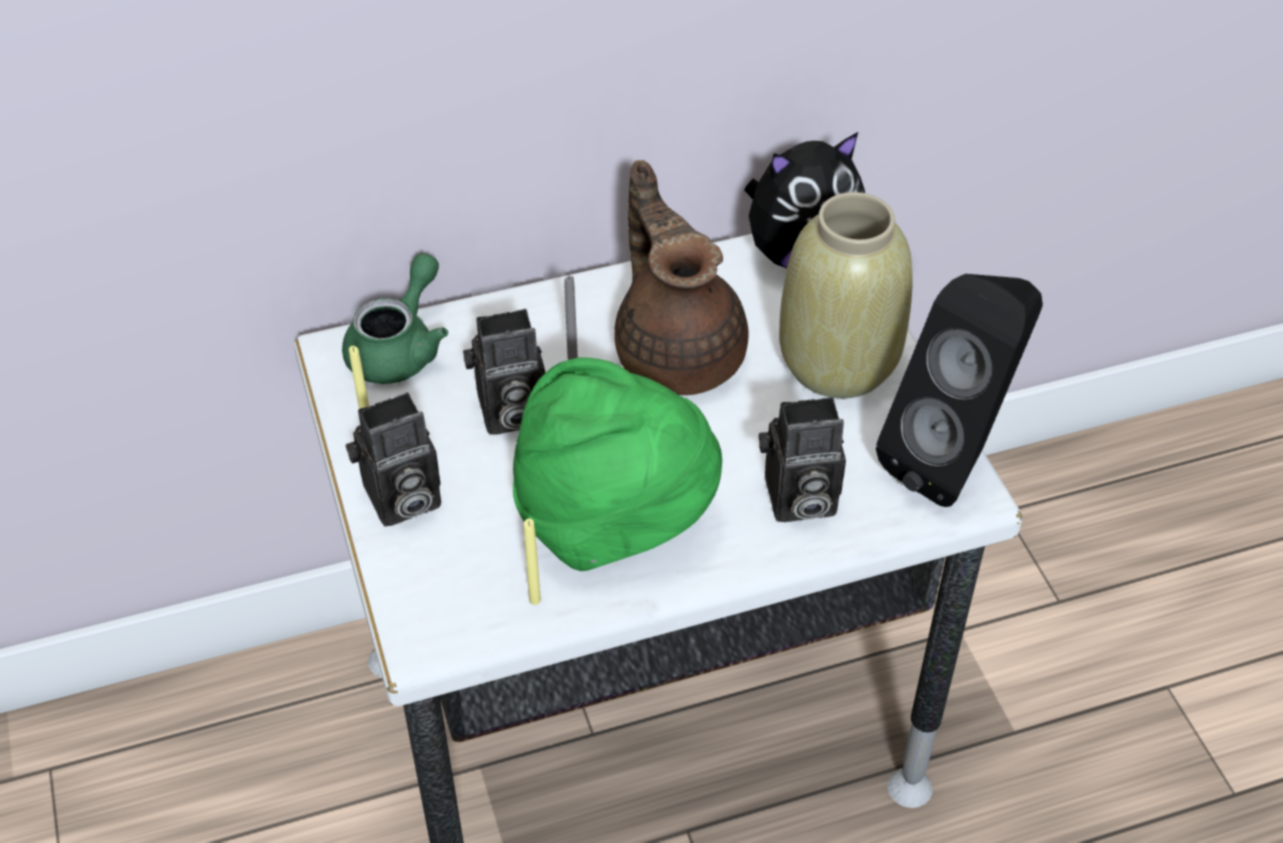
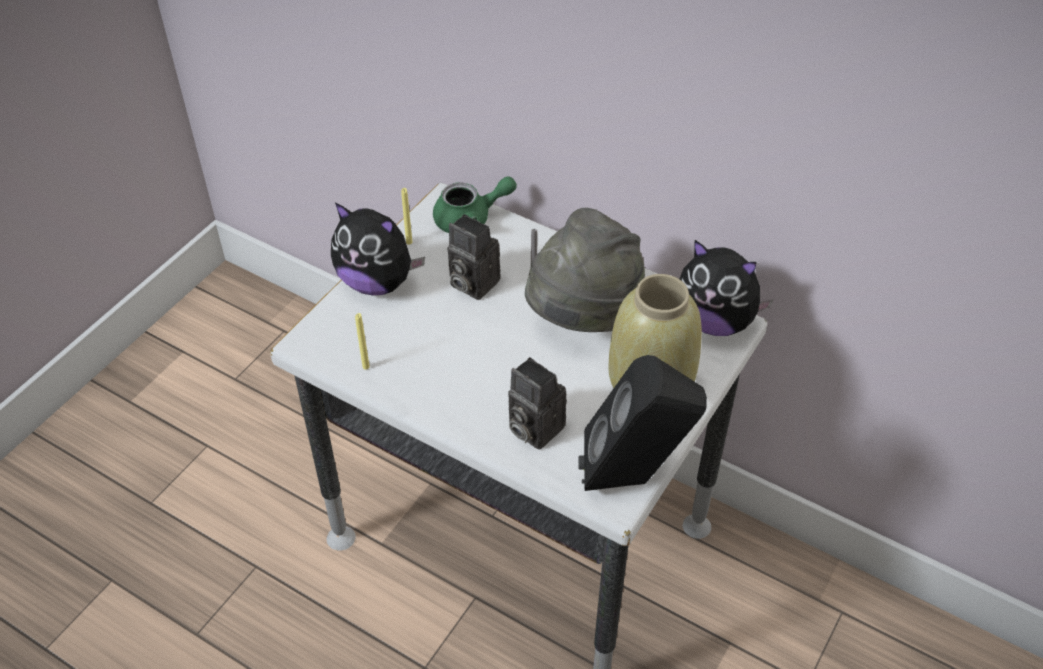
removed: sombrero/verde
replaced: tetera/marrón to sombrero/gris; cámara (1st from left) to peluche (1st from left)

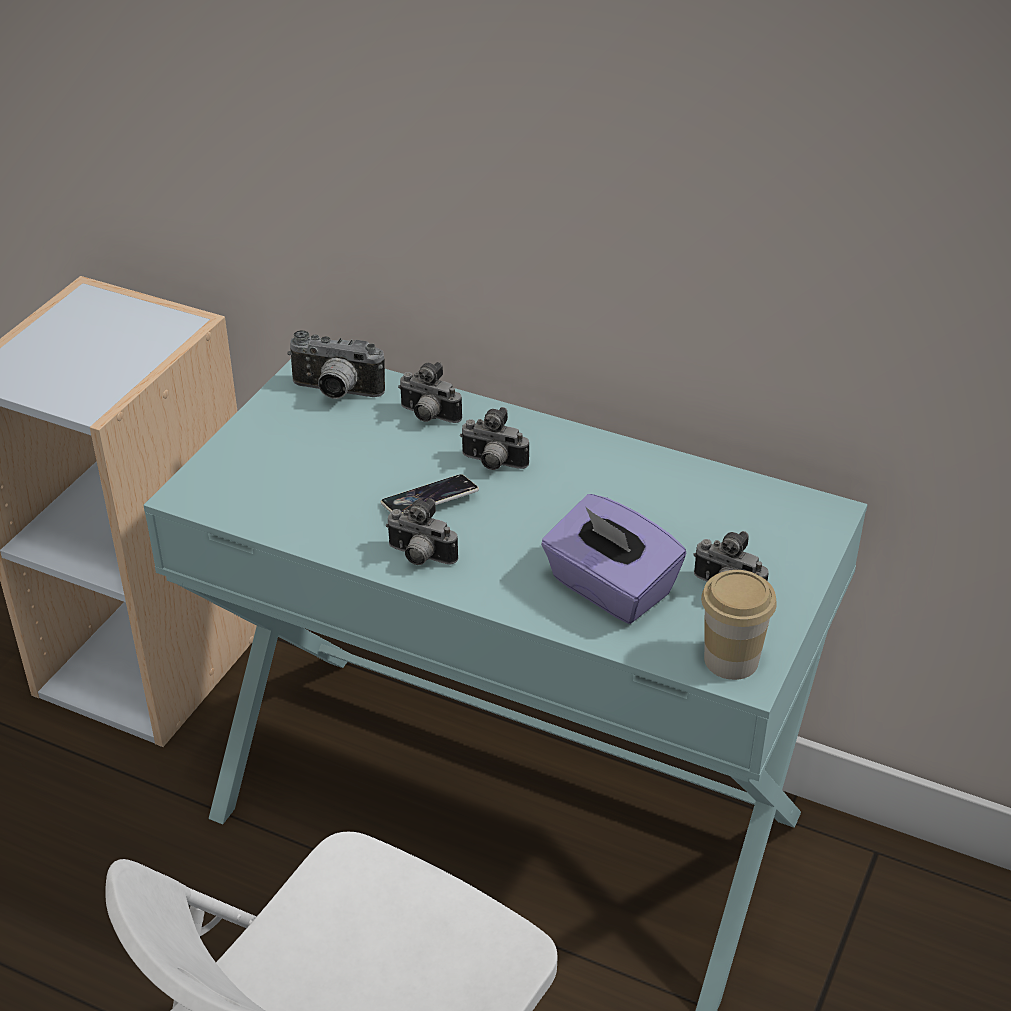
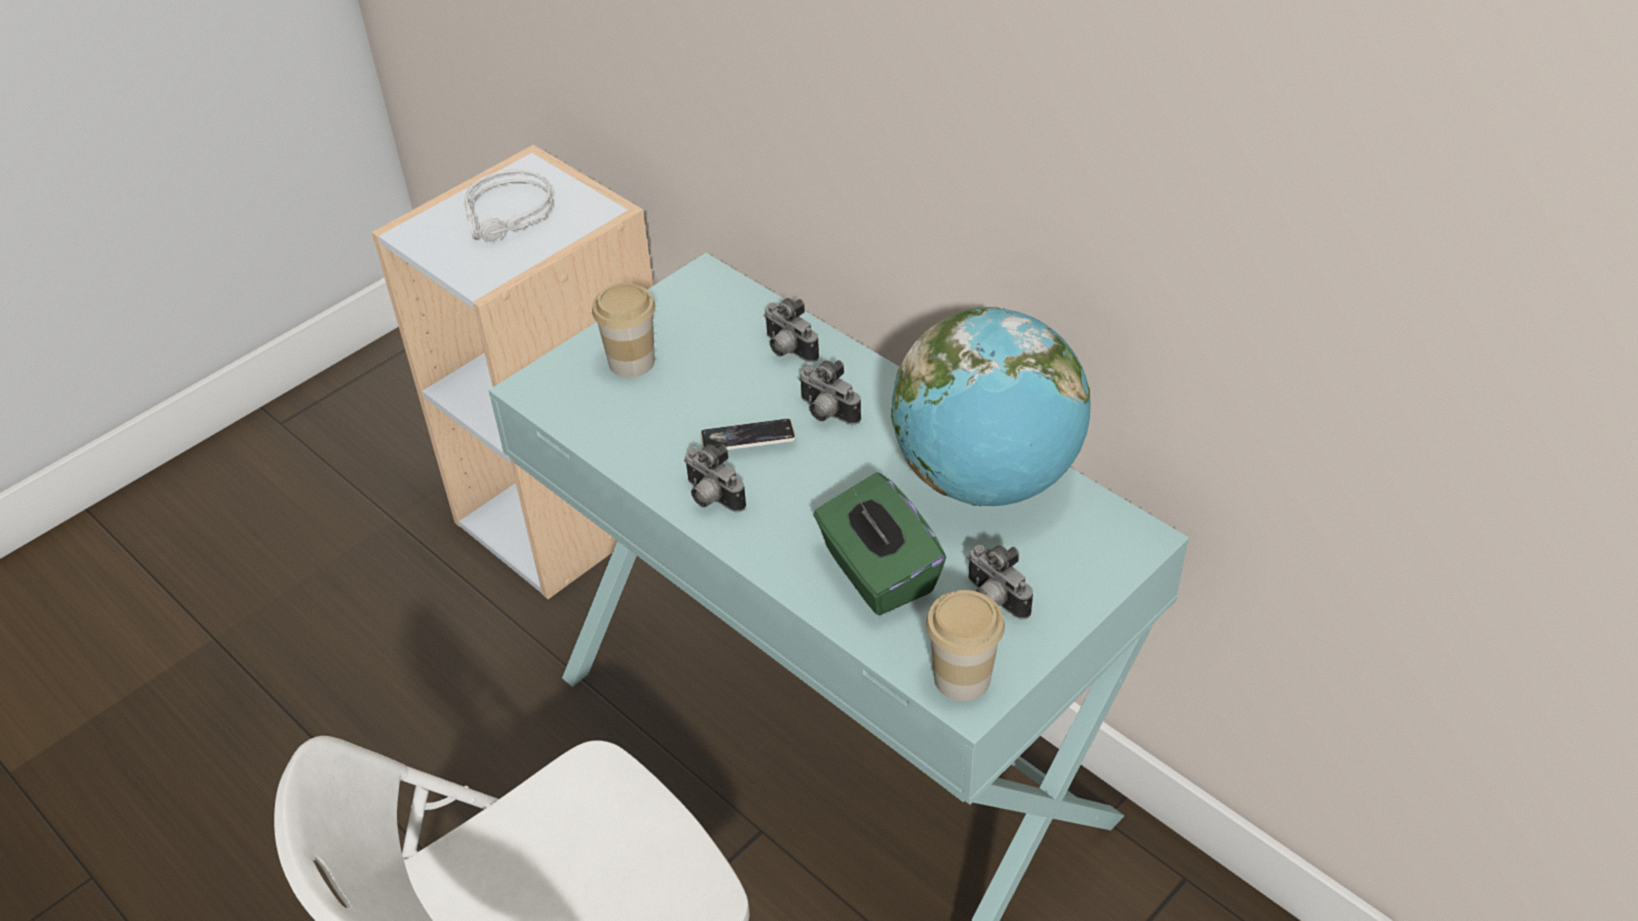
removed: cámara (1st from left)
added: auriculares/gris; taza (1st from left); globo terráqueo
recoloured: caja de pañuelos/morado to caja de pañuelos/verde

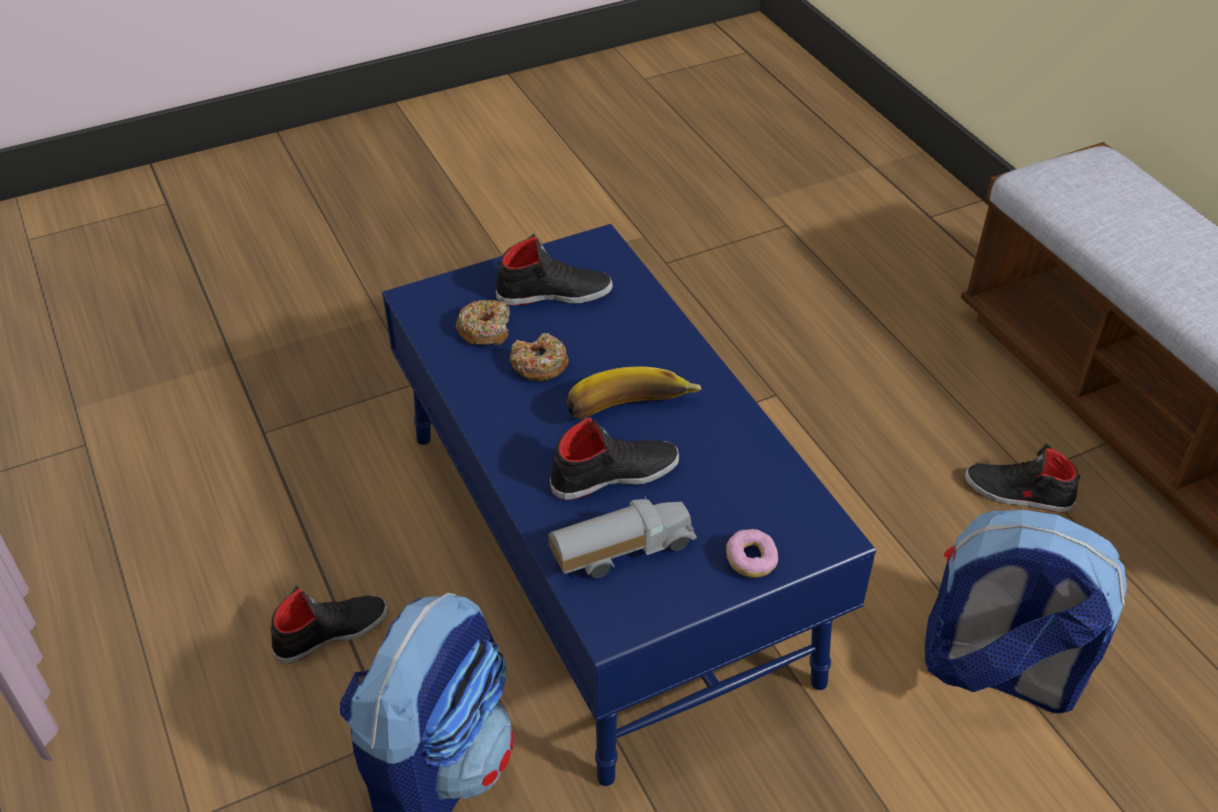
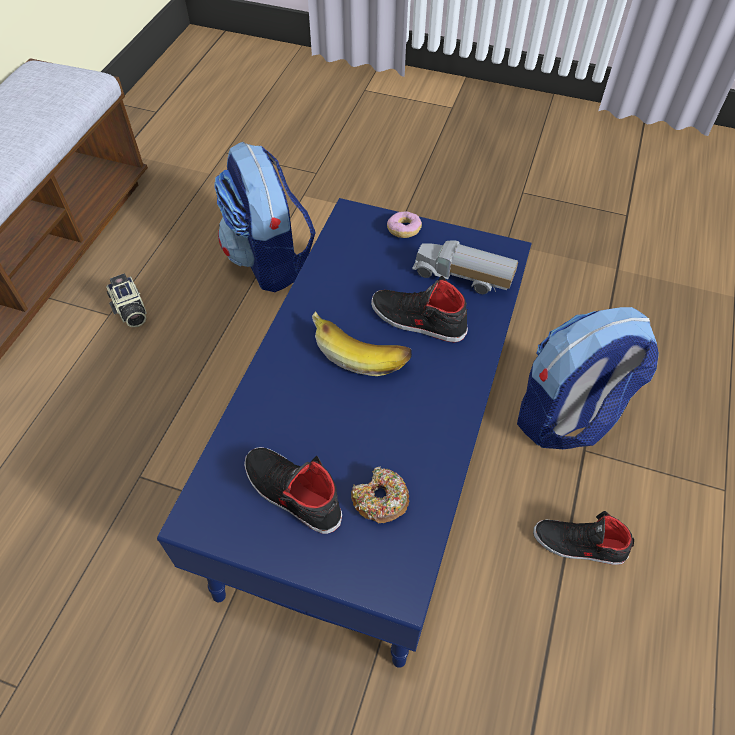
removed: rosquilla (2nd from left)
replaced: zapato/negro (4th from left) to cámara

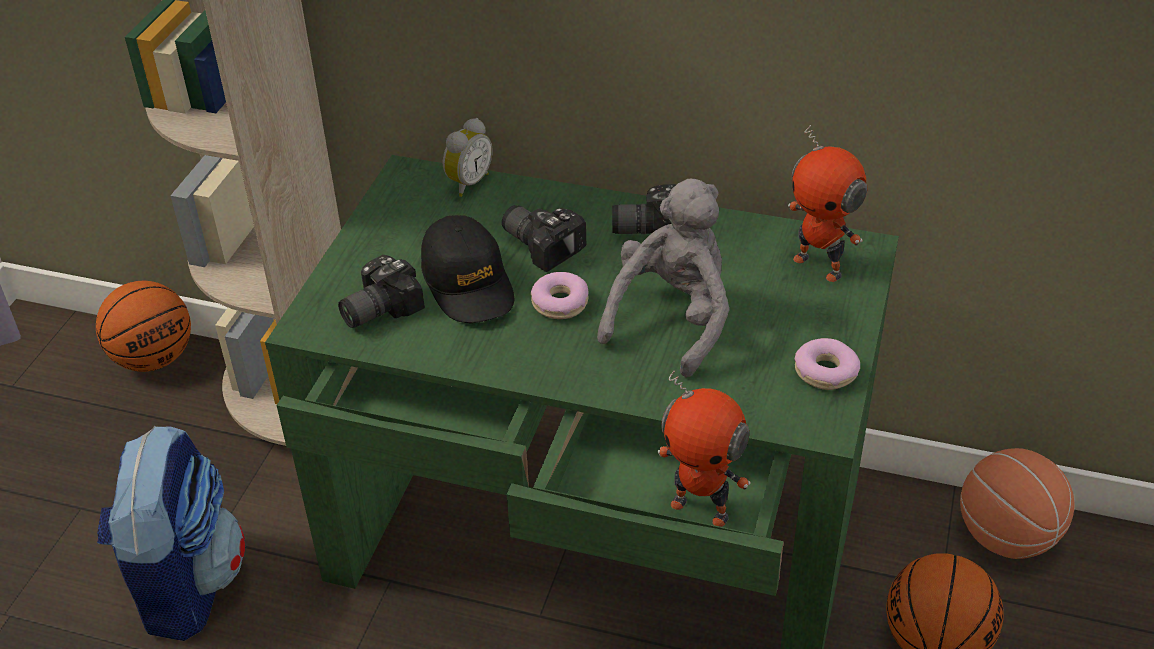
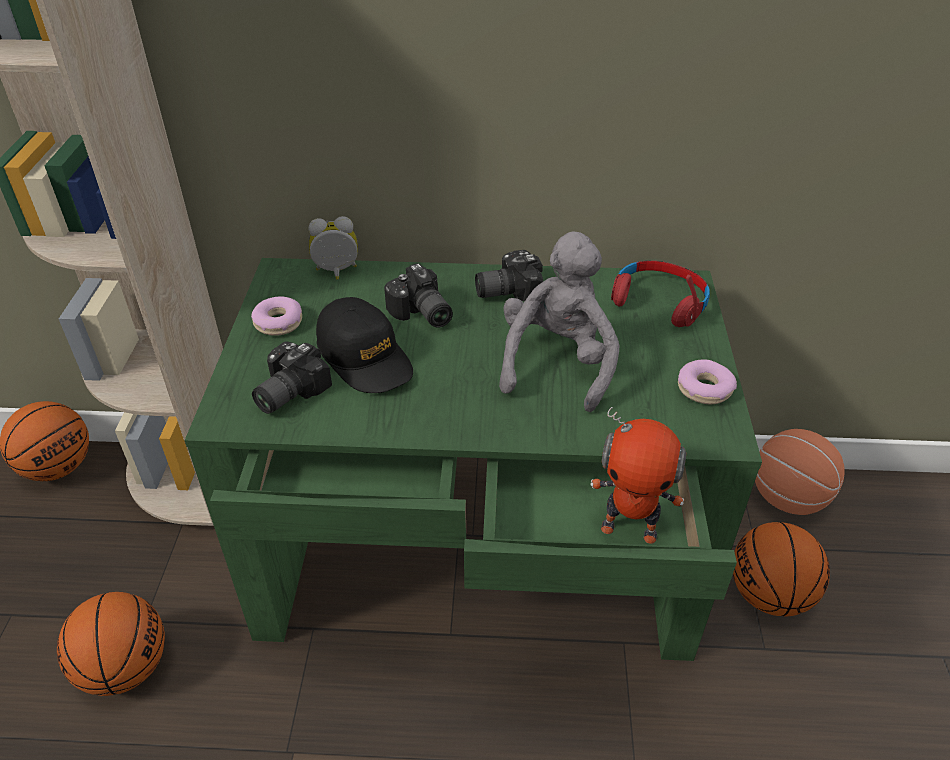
moved: rosquilla (1st from left)
replaced: robot de juguete (2nd from left) to auriculares/rojo; mochila to balón de baloncesto (2nd from left)
turned: despertador 120 degrees counterclockwise; cámara (2nd from left) 150 degrees counterclockwise

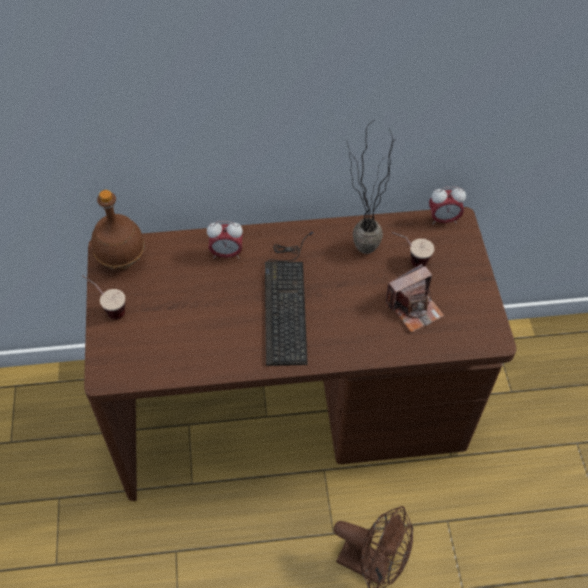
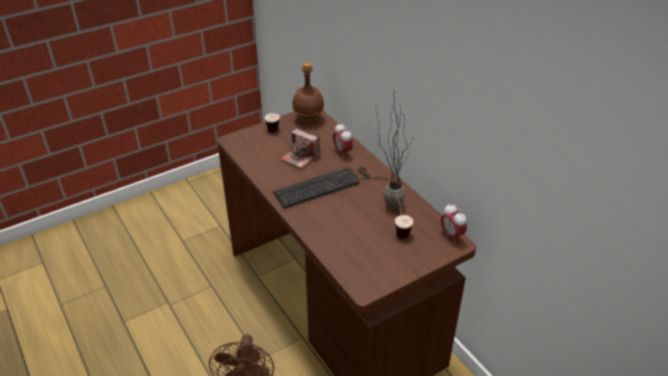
moved: cámara

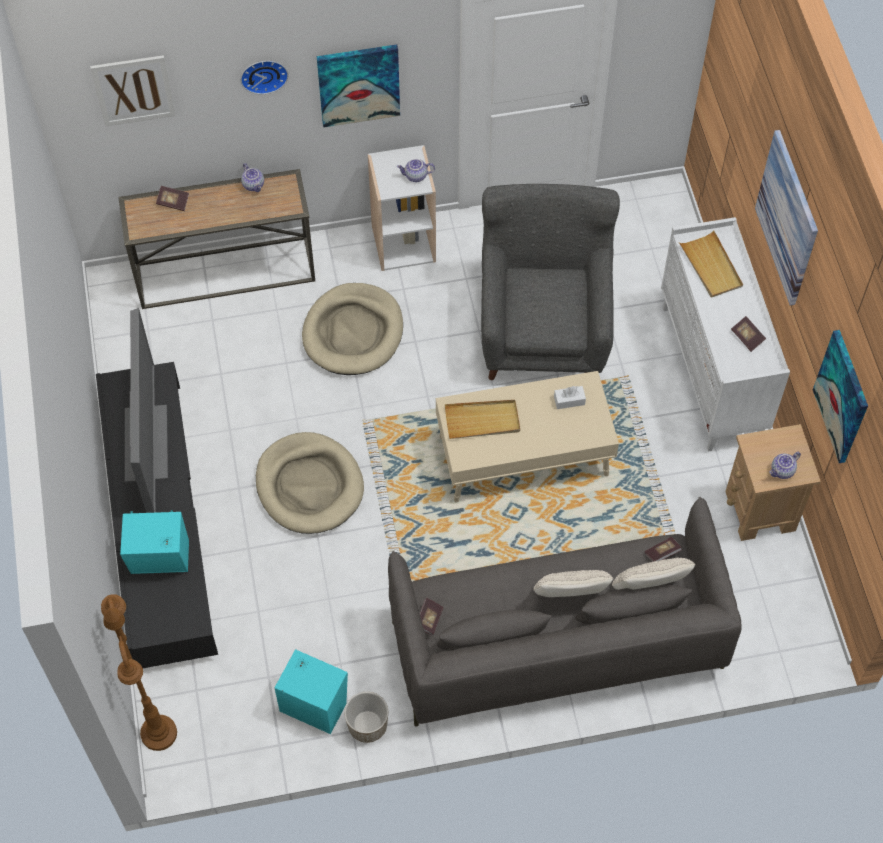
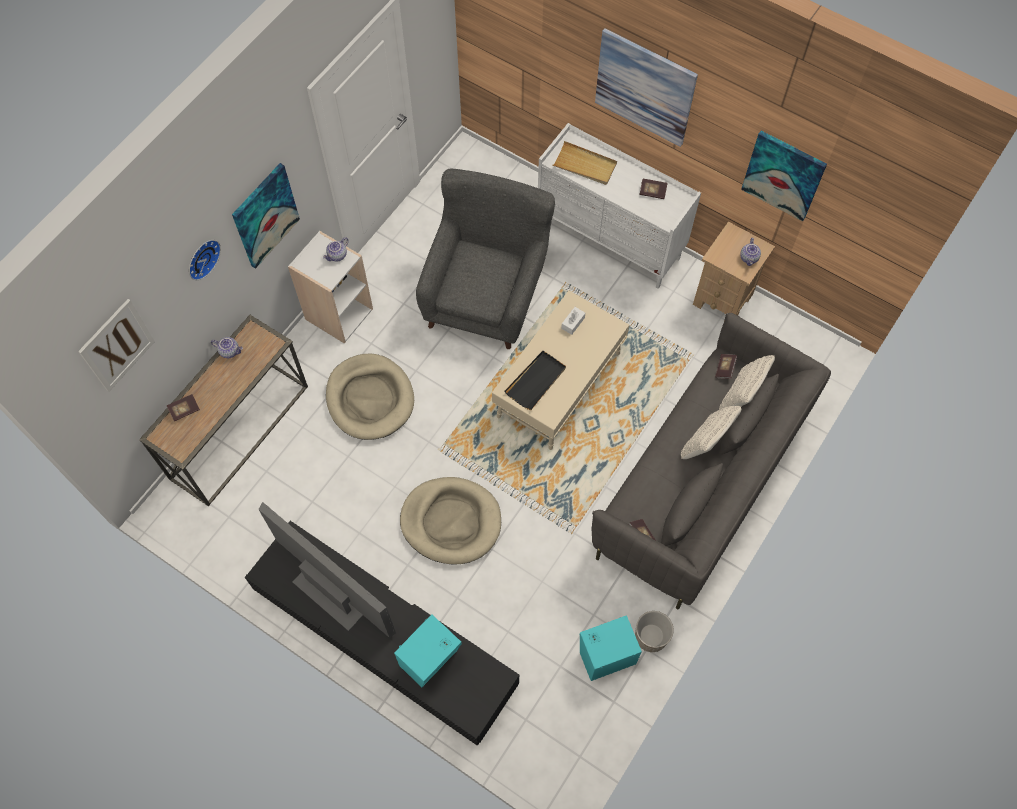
removed: lámpara de pie/marrón
recoloured: bandeja/beis (1st from left) to bandeja/negro
turned: sillón/gris 60 degrees clockwise

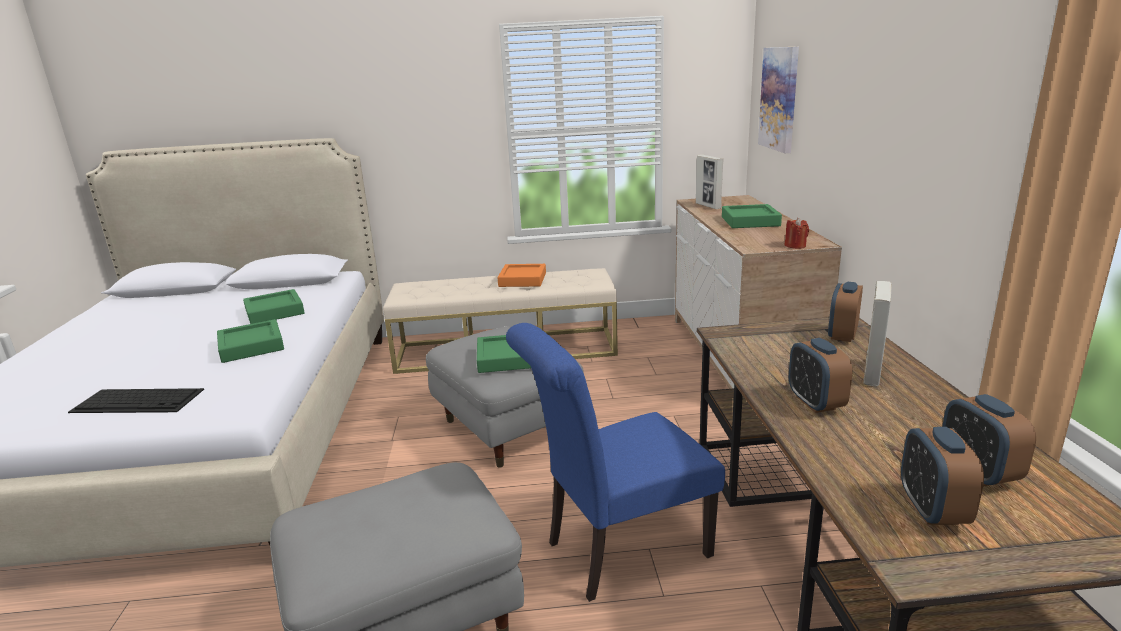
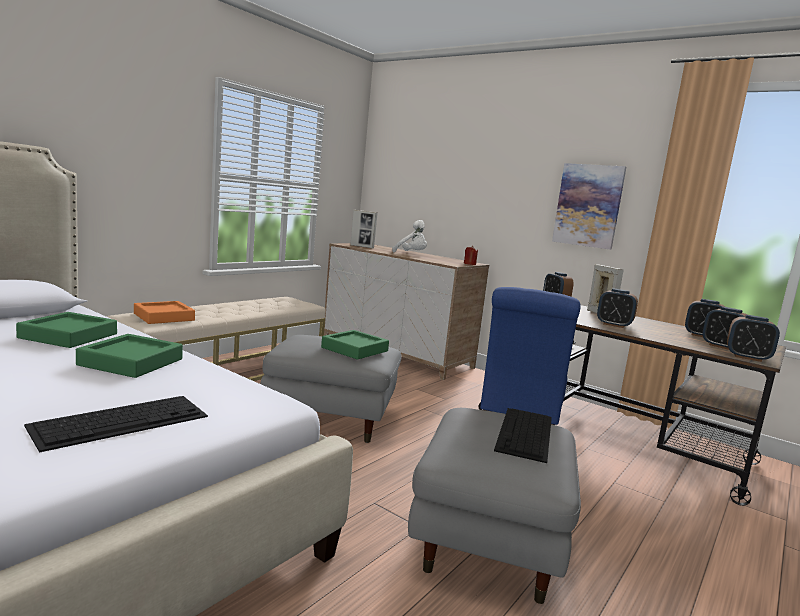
added: despertador (5th from left); teclado (2nd from left)
moved: cuadro; bandeja/naranja
replaced: bandeja/verde (4th from left) to peluche/blanco

